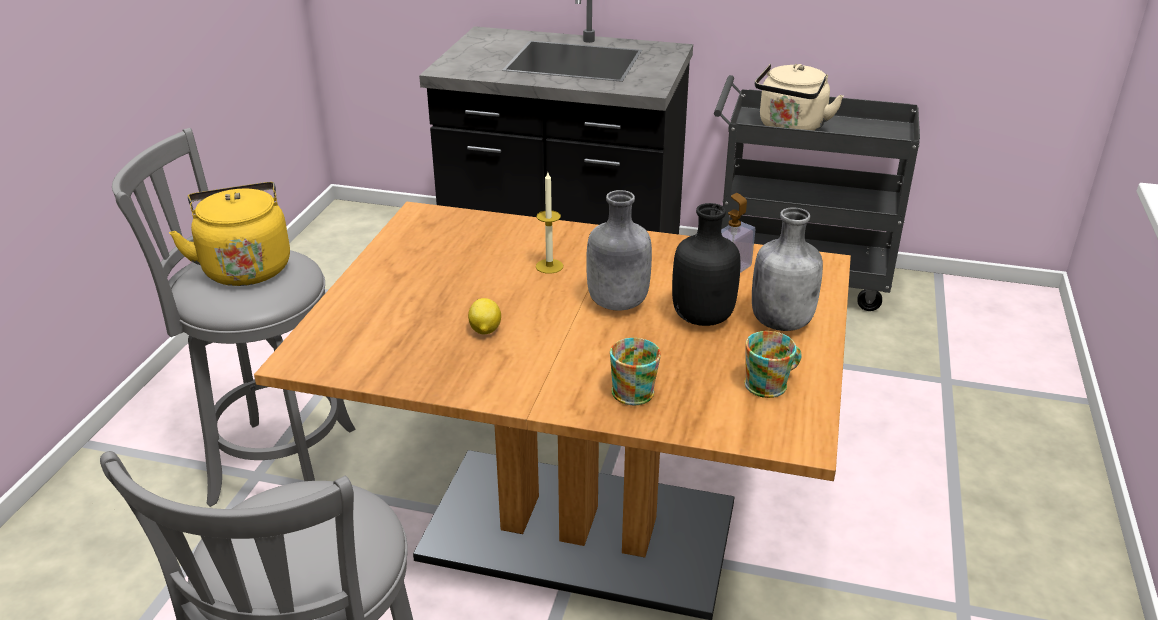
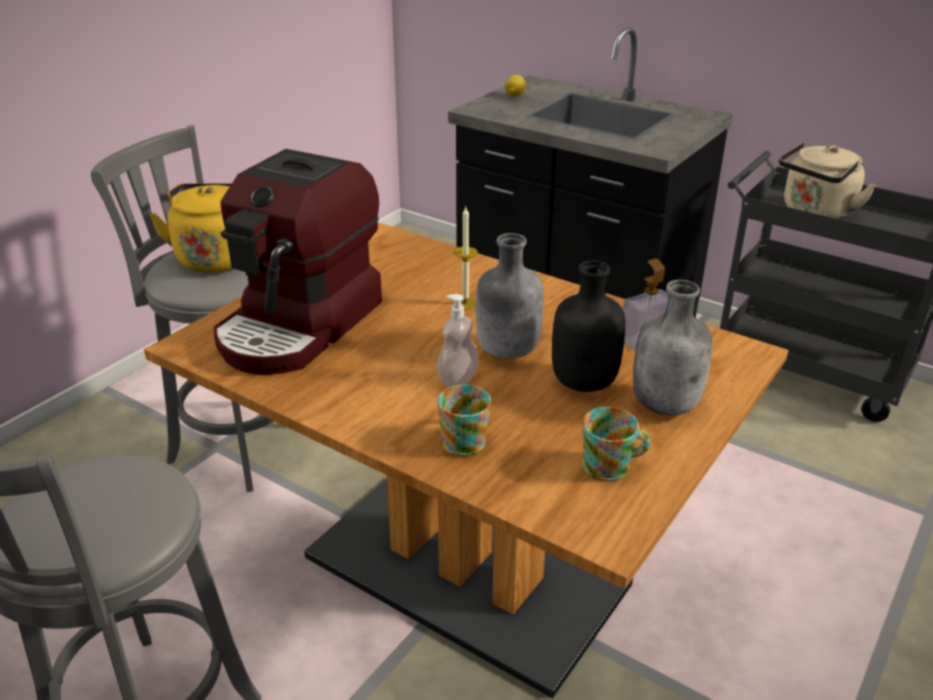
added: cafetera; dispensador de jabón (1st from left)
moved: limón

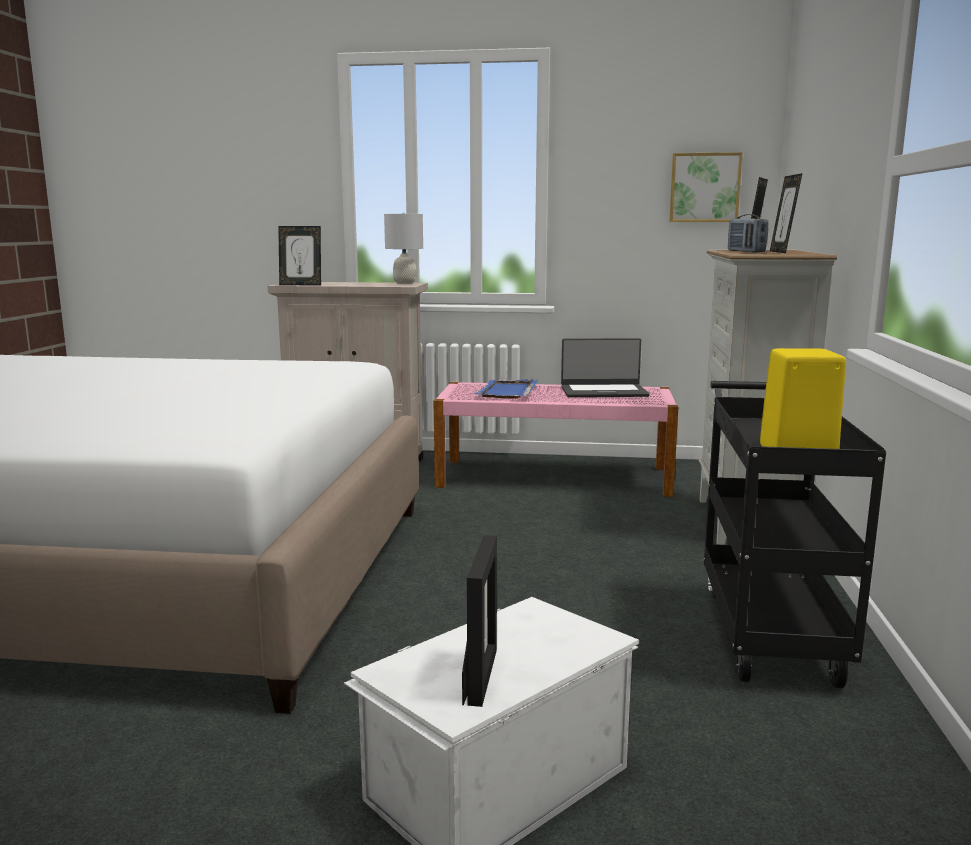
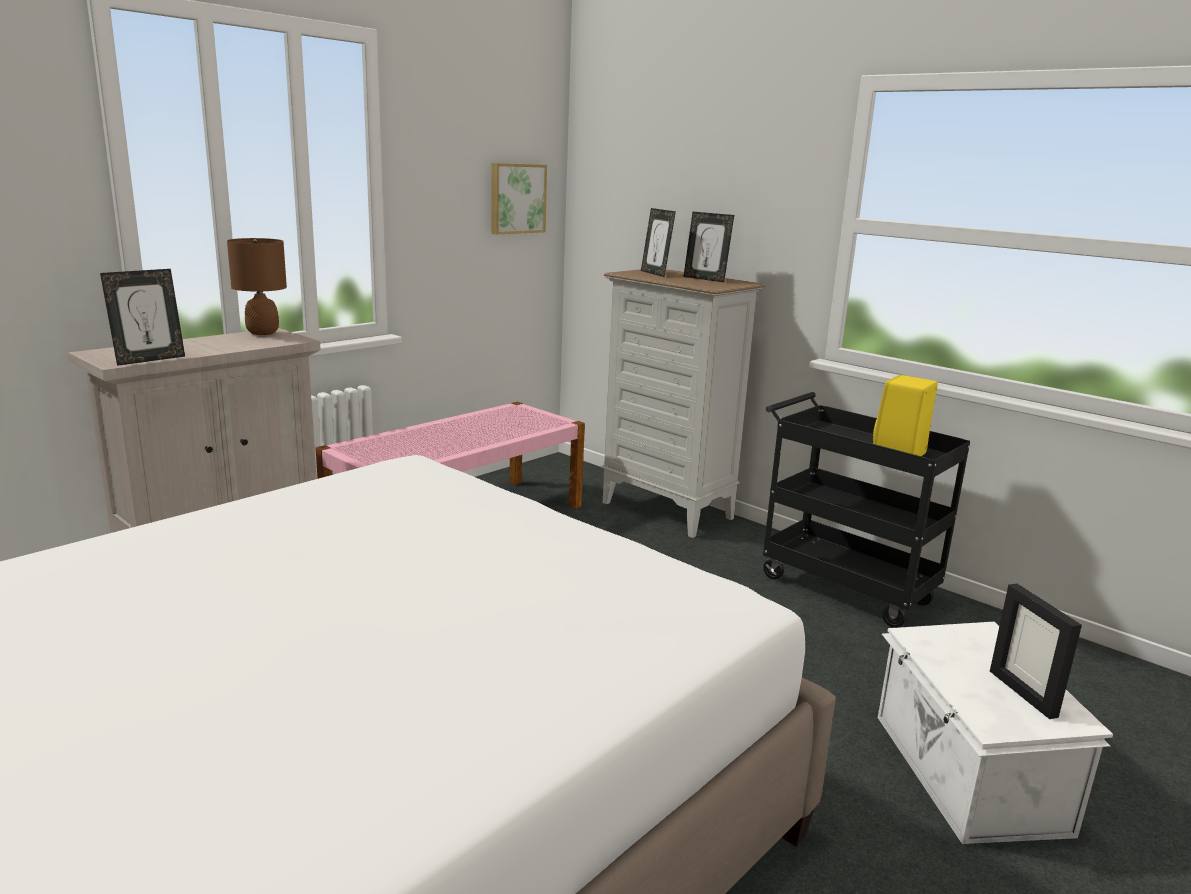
removed: radio; portátil; bandeja/azul
recoloured: lámpara de mesa/gris to lámpara de mesa/marrón
turned: portarretratos (2nd from left in the first image) 150 degrees counterclockwise

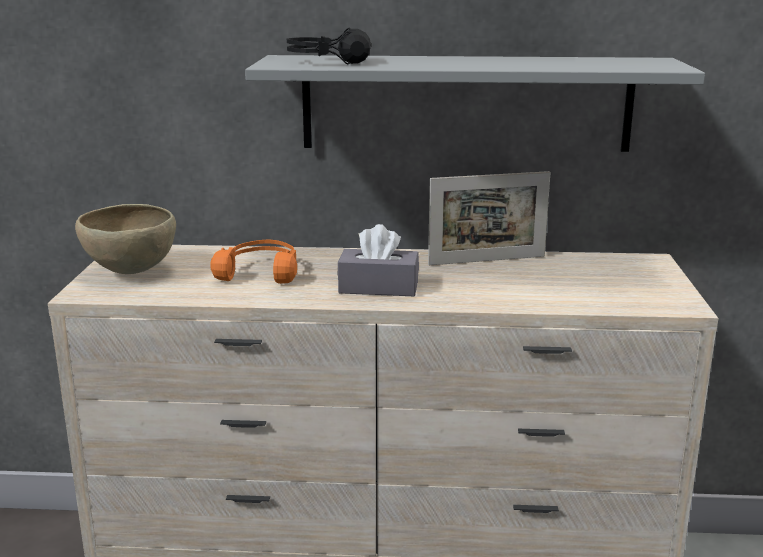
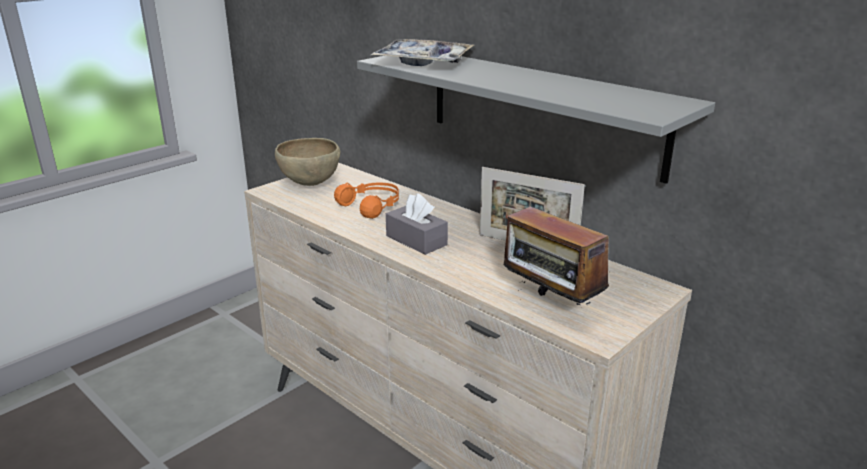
added: radio
replaced: auriculares/negro to bandeja

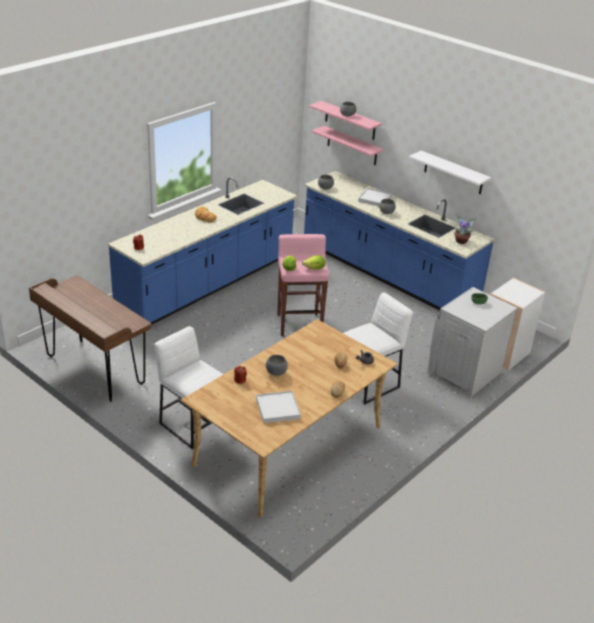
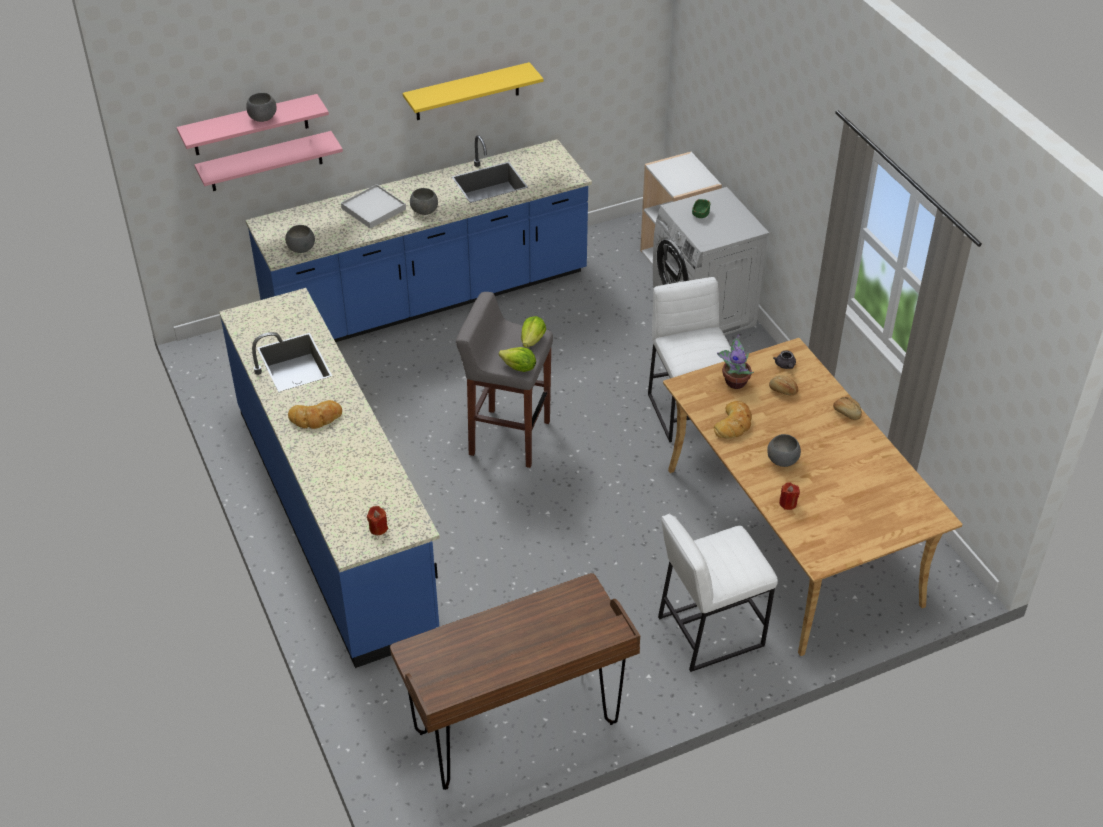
removed: bandeja/blanco (1st from left)
added: pan (2nd from left)
moved: planta en maceta
recoloured: estante/blanco to estante/amarillo; taburete/rosa to taburete/gris

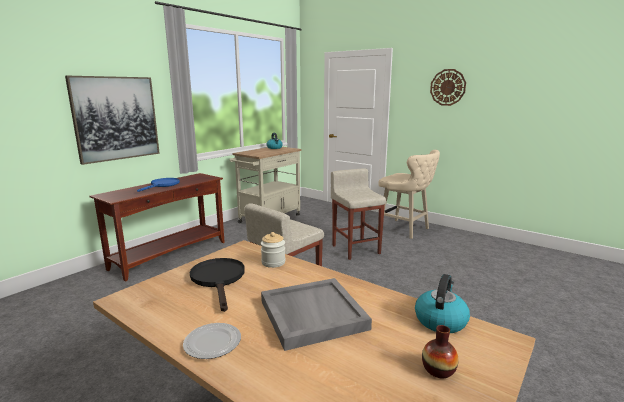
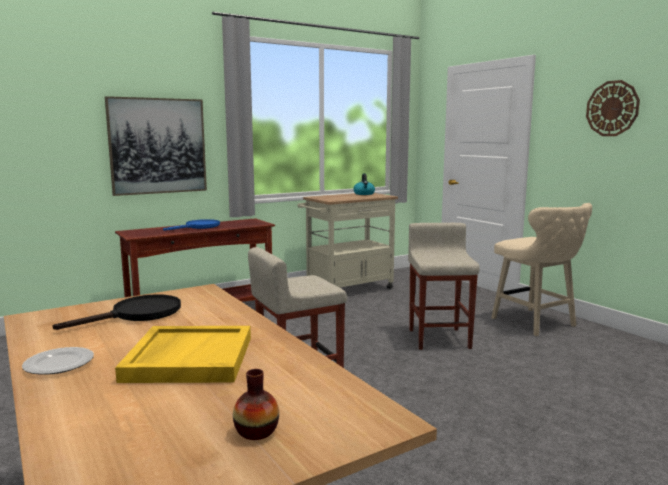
removed: tarro; hervidor (2nd from left)
recoloured: bandeja/gris to bandeja/amarillo
turned: sartén/negro 45 degrees clockwise

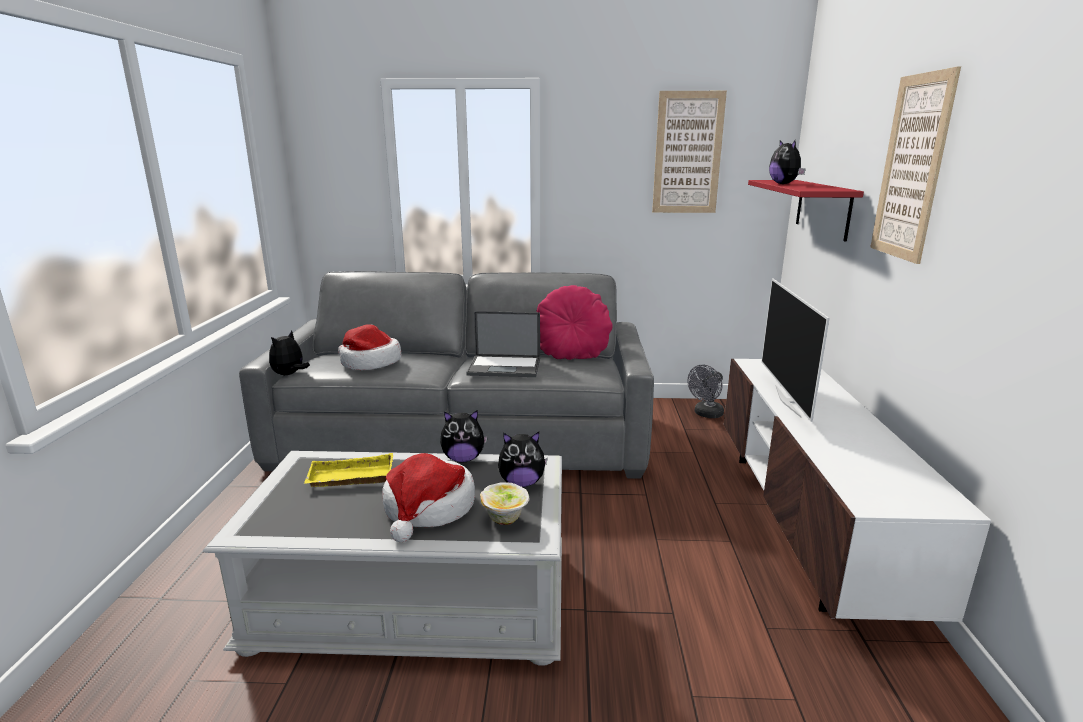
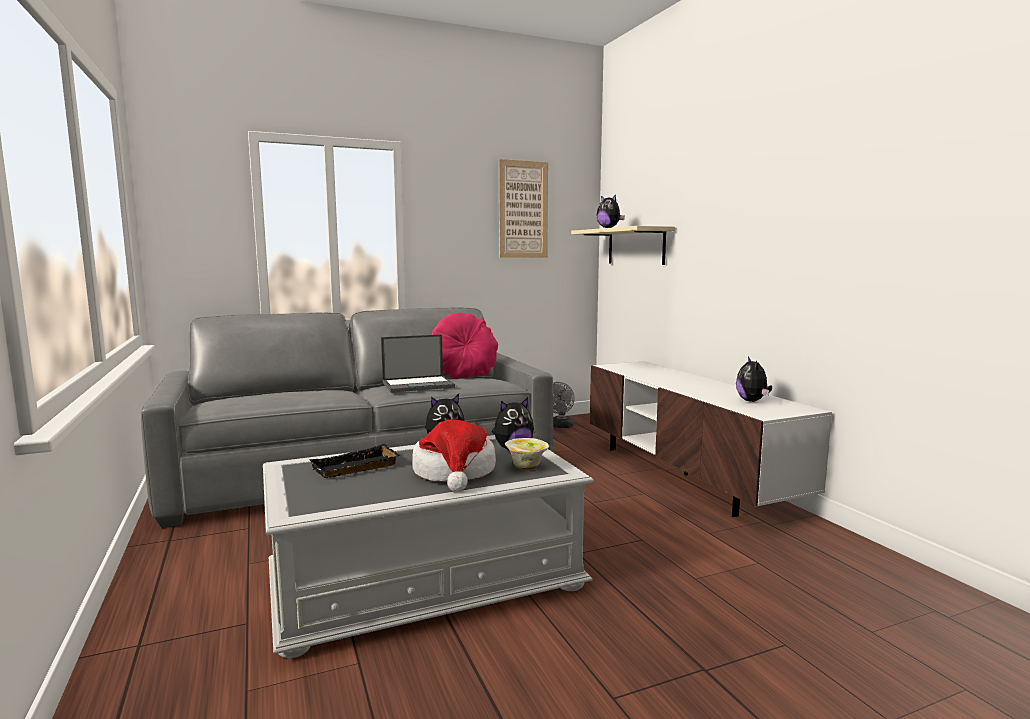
removed: cuadro (2nd from left); televisor; sombrero (1st from left)
moved: peluche (1st from left in the first image) to peluche (4th from left)
recoloured: estante/rojo to estante/beis; bandeja/amarillo to bandeja/negro

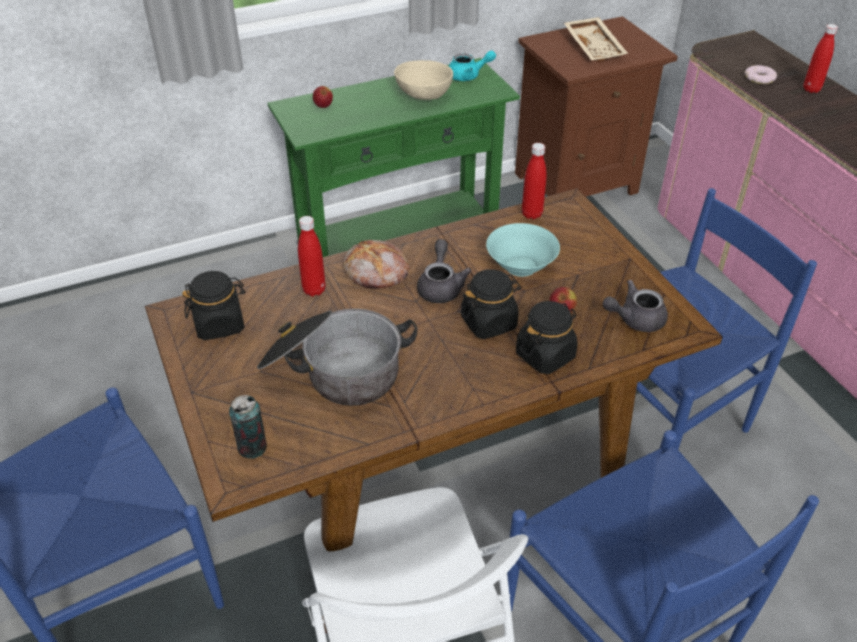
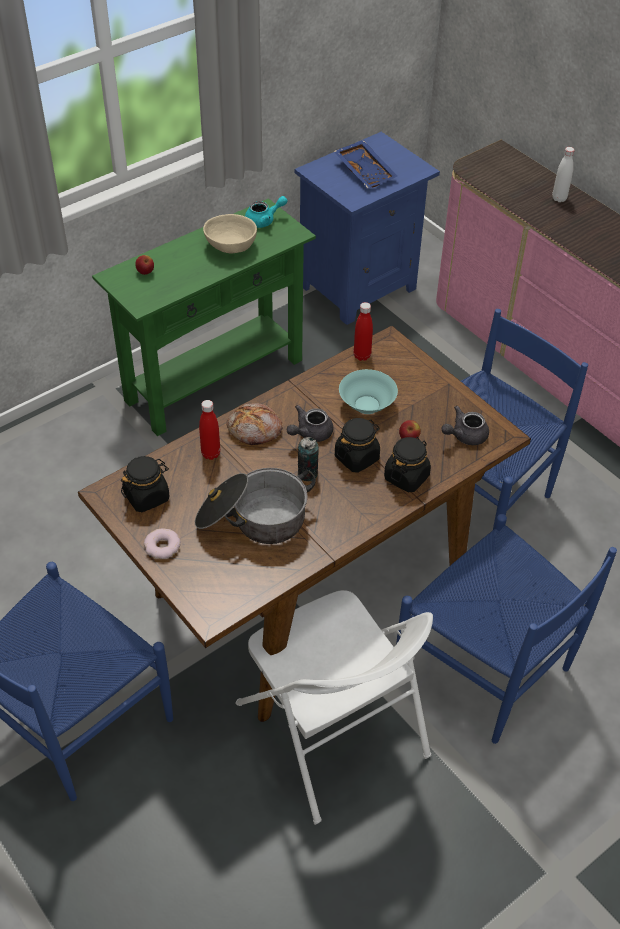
moved: rosquilla; lata
recoloured: mesita de noche/marrón to mesita de noche/azul; bandeja/beis to bandeja/azul; botella/rojo (3rd from left) to botella/blanco
turned: tetera/gris (1st from left) 120 degrees counterclockwise

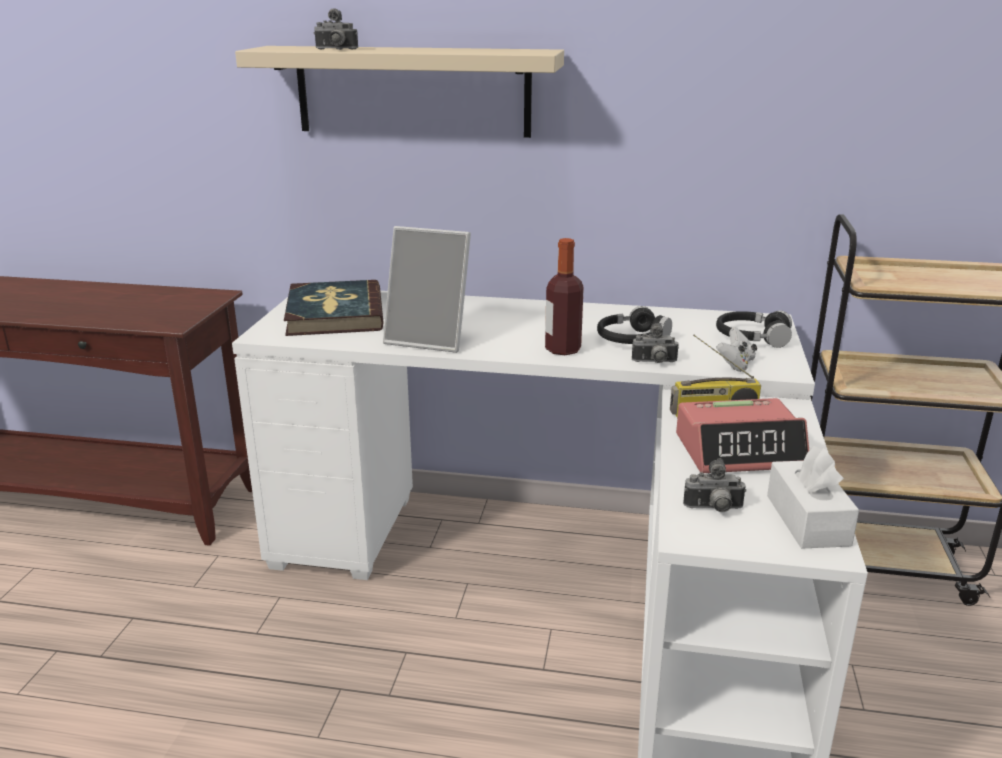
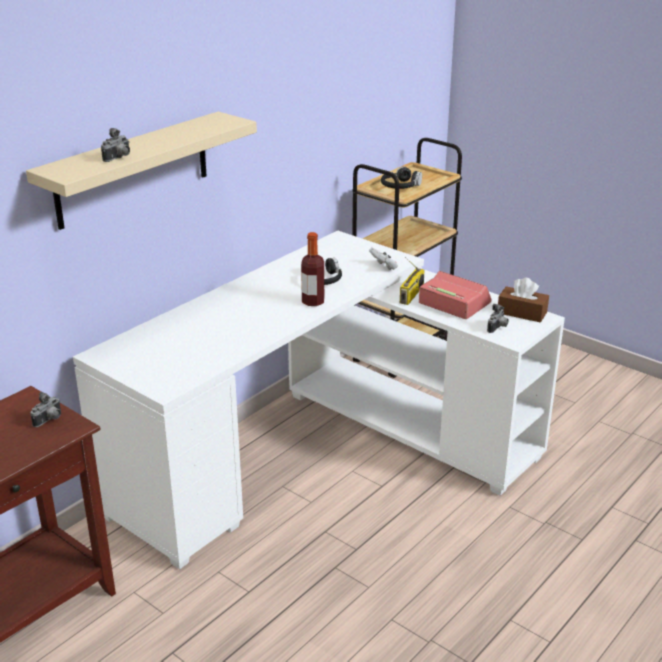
removed: portarretratos; libro
moved: auriculares/negro (2nd from left); cámara (2nd from left in the first image) to cámara (1st from left)
recoloured: caja de pañuelos/blanco to caja de pañuelos/marrón
turned: despertador 75 degrees counterclockwise

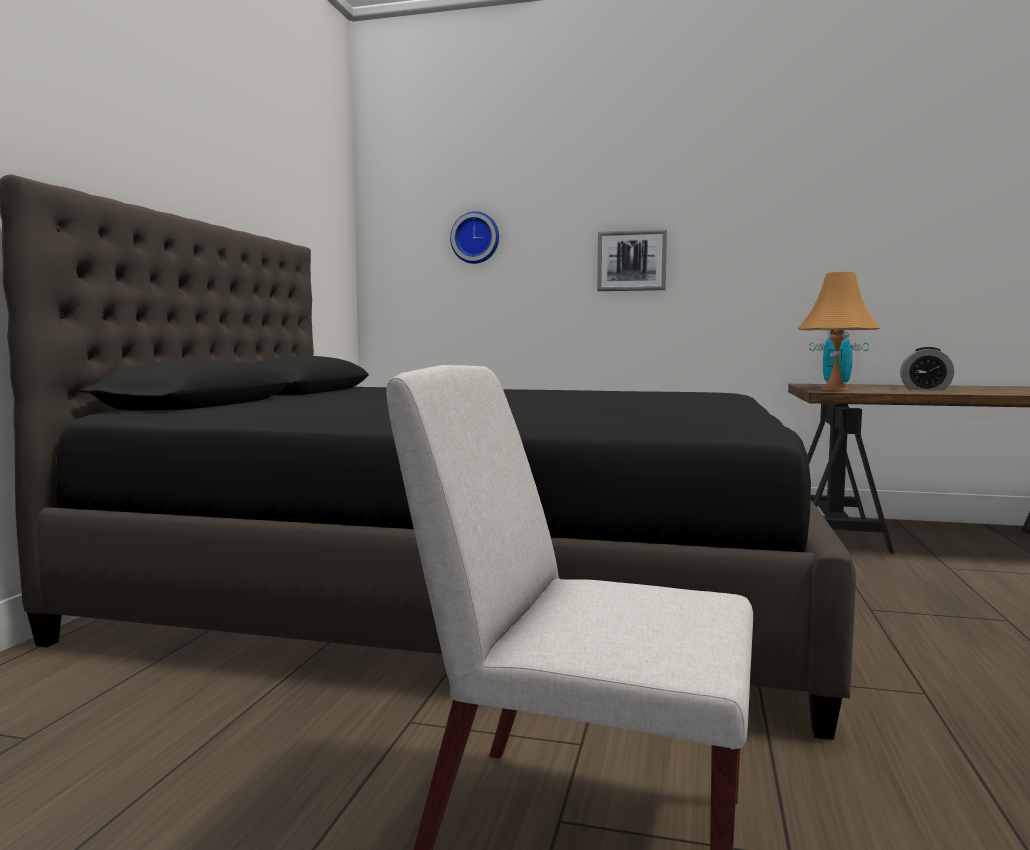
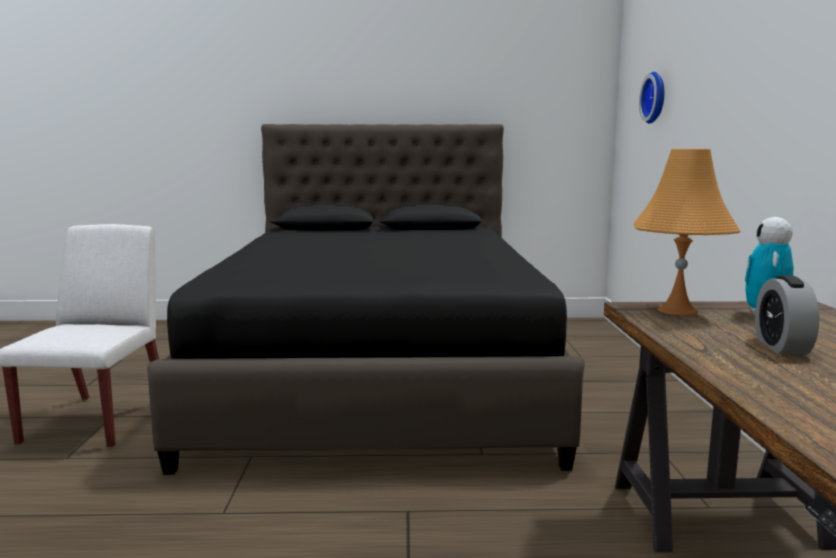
removed: cuadro

